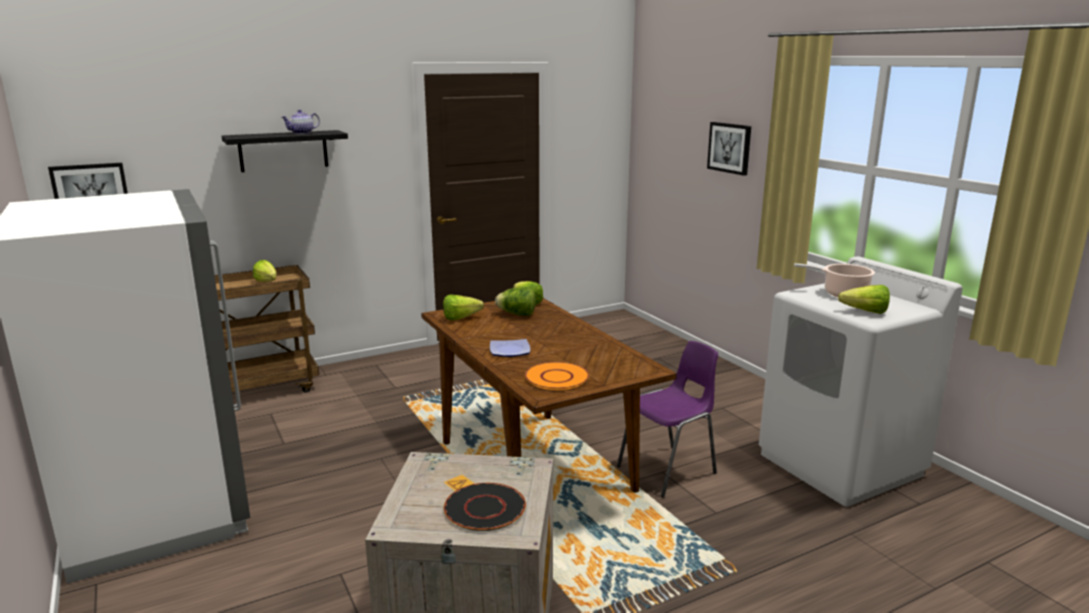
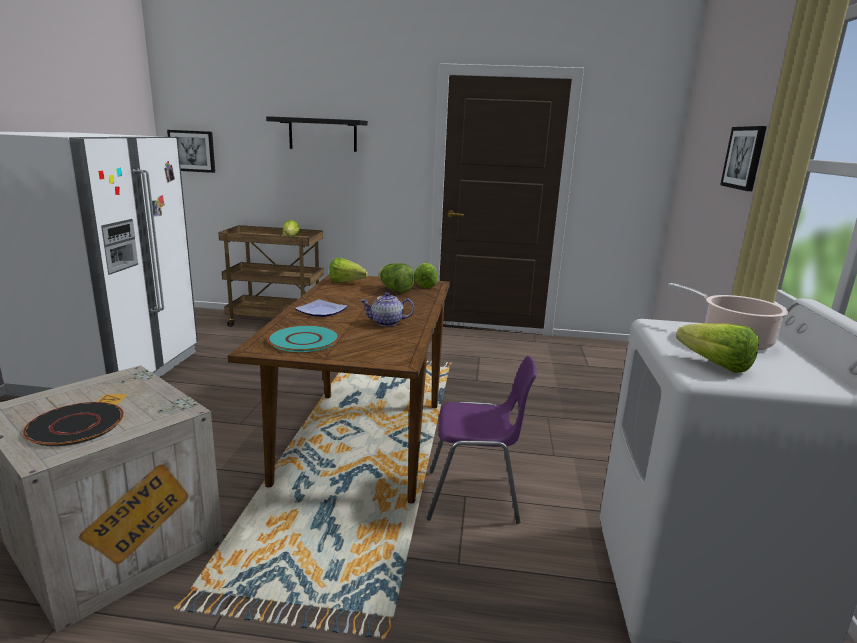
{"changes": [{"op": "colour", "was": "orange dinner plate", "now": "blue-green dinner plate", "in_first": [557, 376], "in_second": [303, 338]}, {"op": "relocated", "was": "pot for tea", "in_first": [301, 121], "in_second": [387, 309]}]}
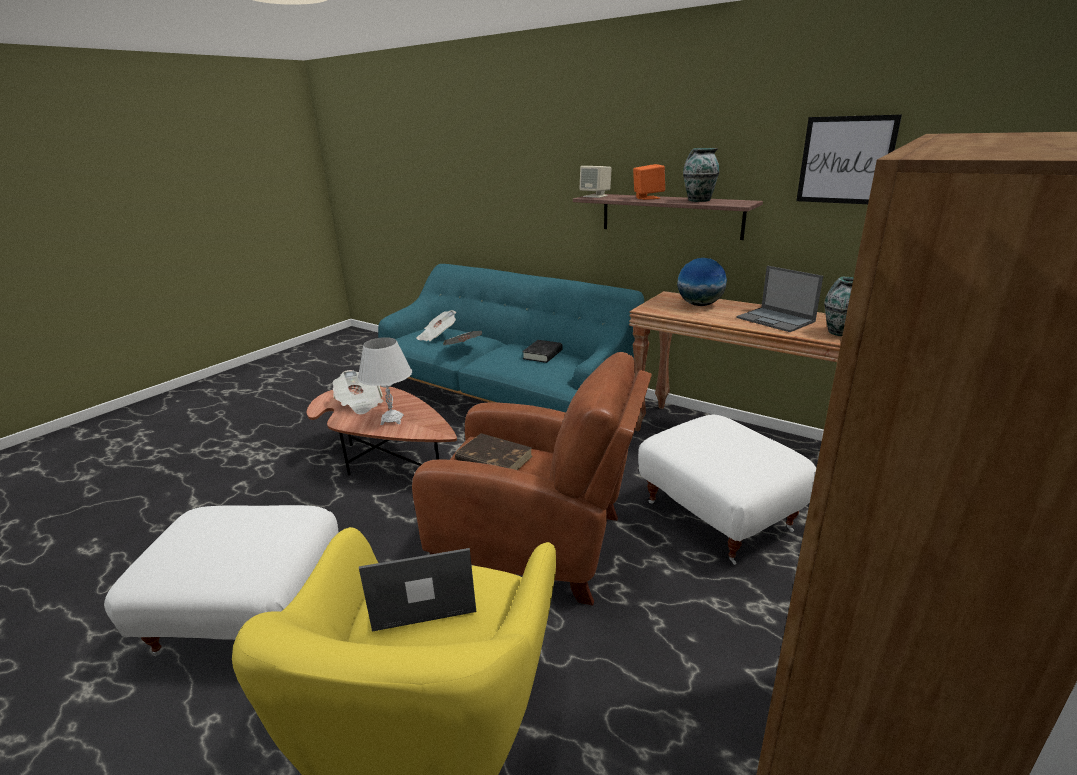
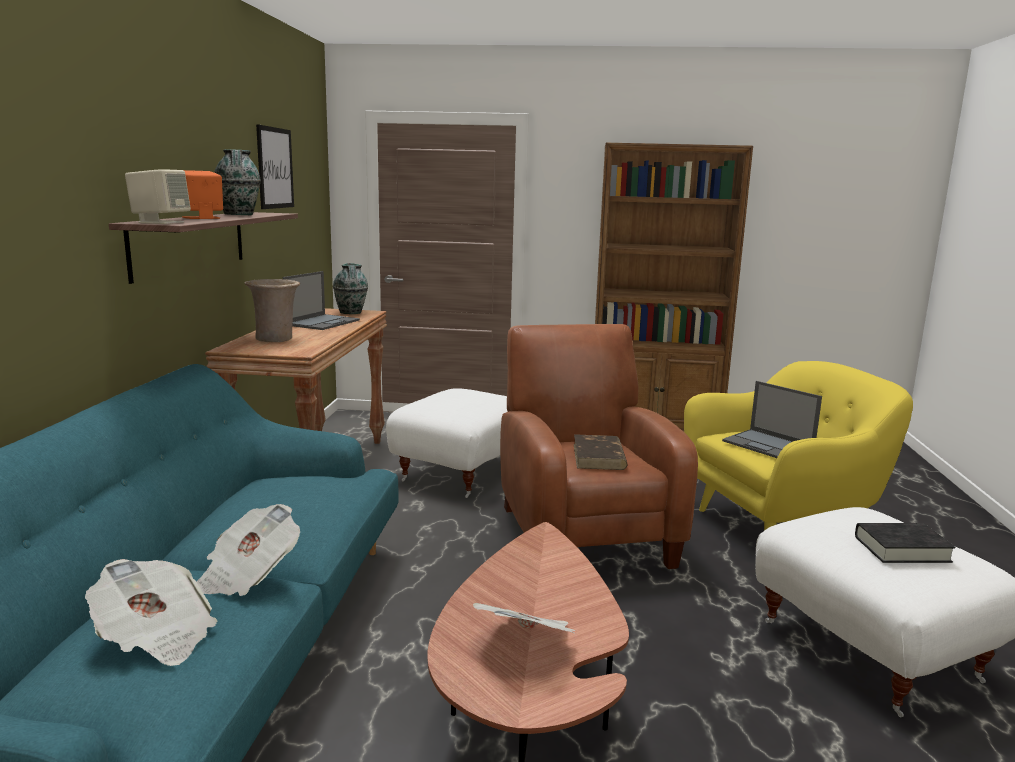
{"changes": [{"op": "exchanged", "was": "world globe", "now": "sand-coloured vase", "in_first": [702, 282], "in_second": [272, 310]}, {"op": "relocated", "was": "black-coloured volume", "in_first": [542, 351], "in_second": [905, 543]}, {"op": "missing", "was": "whitish tabletop lamp", "in_first": [385, 381]}]}
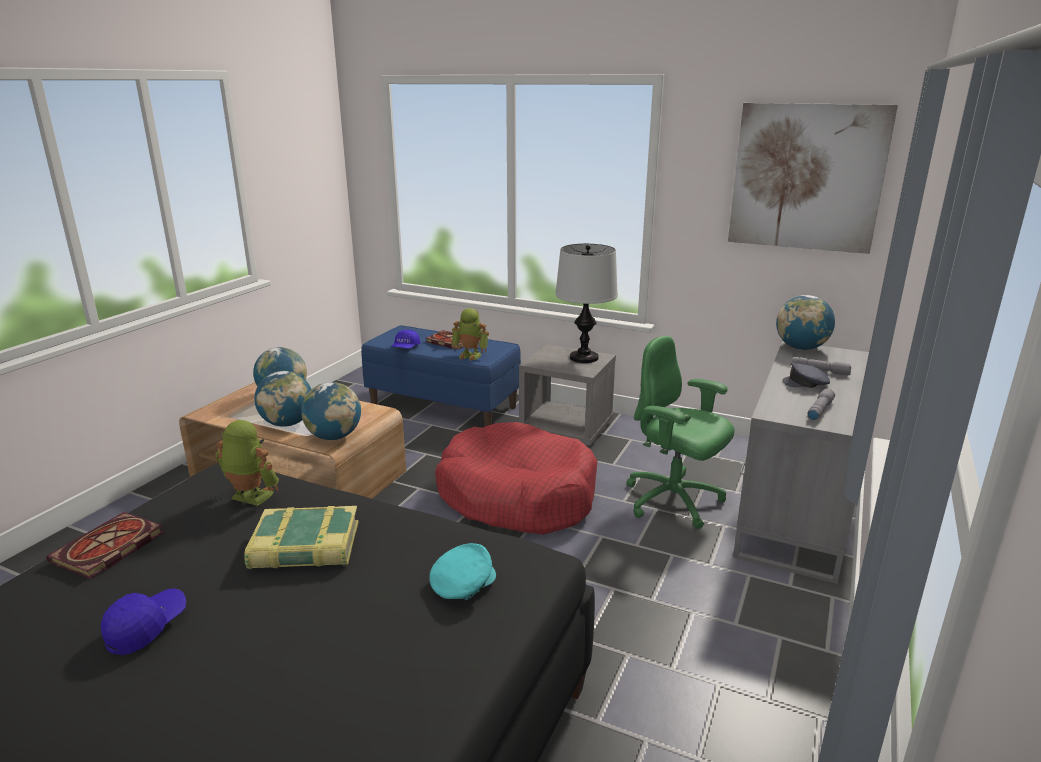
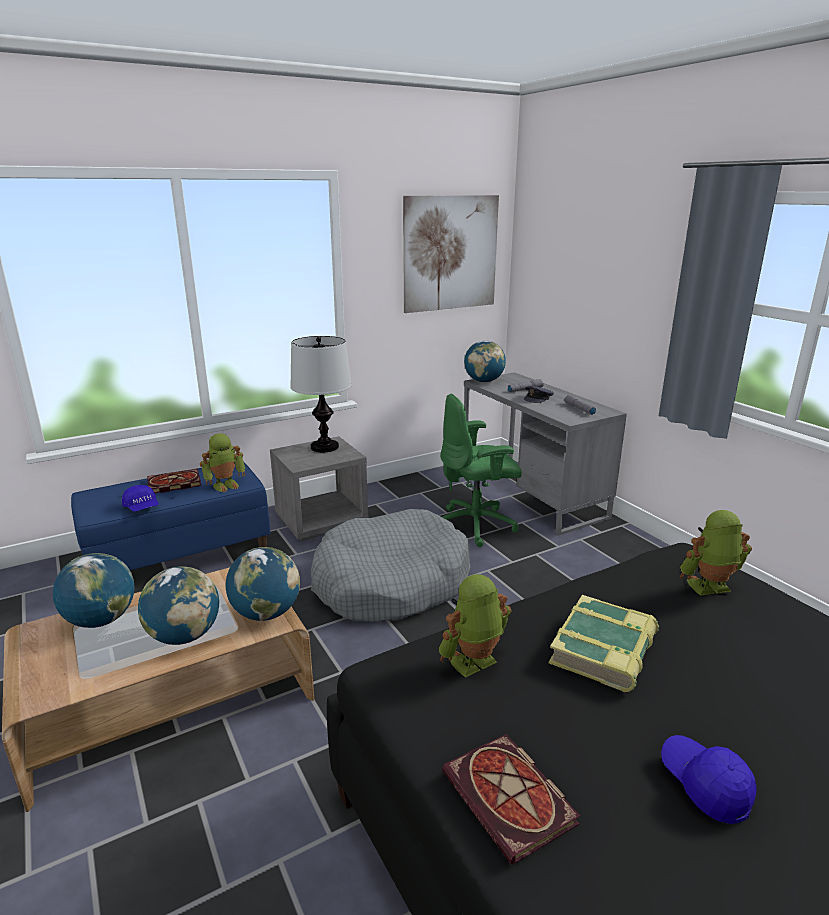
{"changes": [{"op": "colour", "was": "red-coloured dog cushion", "now": "gray dog cushion", "in_first": [516, 478], "in_second": [390, 565]}, {"op": "exchanged", "was": "blue-green peaked cap", "now": "robot figure", "in_first": [462, 571], "in_second": [716, 553]}]}
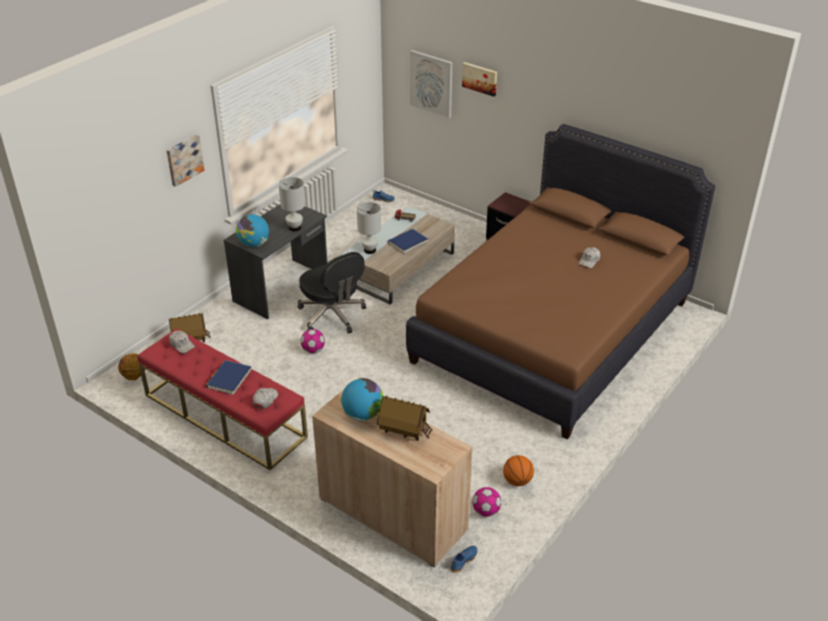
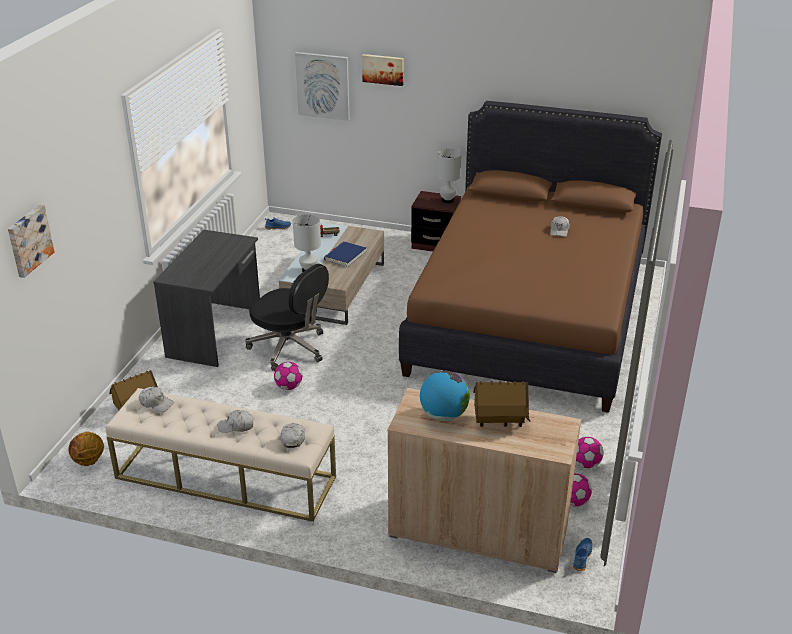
{"changes": [{"op": "relocated", "was": "wall art", "in_first": [186, 161], "in_second": [31, 241]}, {"op": "colour", "was": "red-coloured bench", "now": "sand-coloured bench", "in_first": [222, 399], "in_second": [220, 455]}, {"op": "exchanged", "was": "blue-coloured volume", "now": "whitish peaked cap", "in_first": [229, 377], "in_second": [235, 421]}, {"op": "relocated", "was": "whitish tabletop lamp", "in_first": [291, 204], "in_second": [449, 176]}, {"op": "exchanged", "was": "basketball ball", "now": "football", "in_first": [518, 470], "in_second": [590, 452]}, {"op": "missing", "was": "world globe", "in_first": [252, 230]}]}
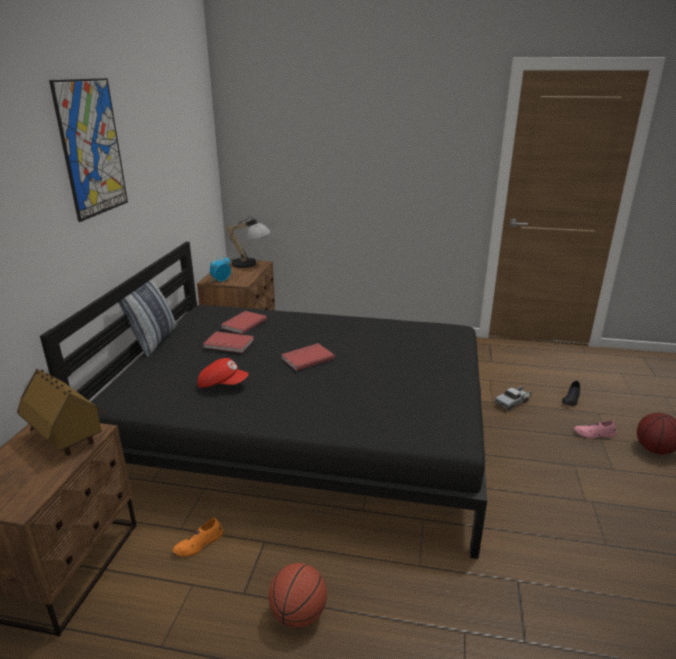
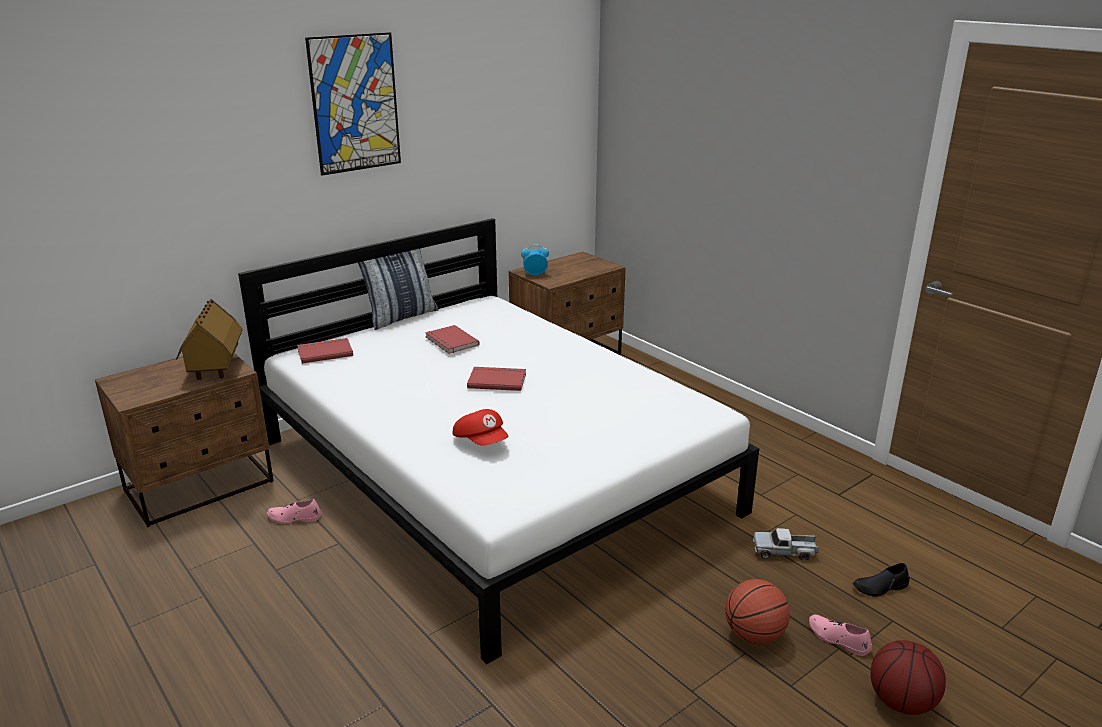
{"changes": [{"op": "colour", "was": "black-coloured bed", "now": "whitish bed", "in_first": [263, 400], "in_second": [498, 441]}, {"op": "colour", "was": "orange shoe", "now": "pink-coloured shoe", "in_first": [198, 537], "in_second": [294, 511]}, {"op": "relocated", "was": "red-coloured volume", "in_first": [244, 322], "in_second": [325, 351]}, {"op": "relocated", "was": "red-coloured peaked cap", "in_first": [222, 373], "in_second": [481, 427]}, {"op": "relocated", "was": "basketball ball", "in_first": [297, 595], "in_second": [757, 611]}, {"op": "missing", "was": "tabletop lamp", "in_first": [248, 242]}]}
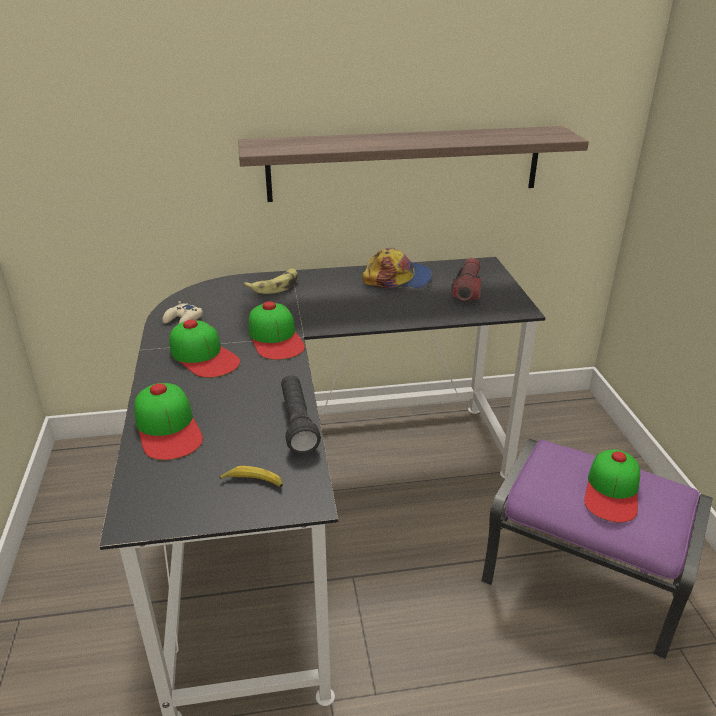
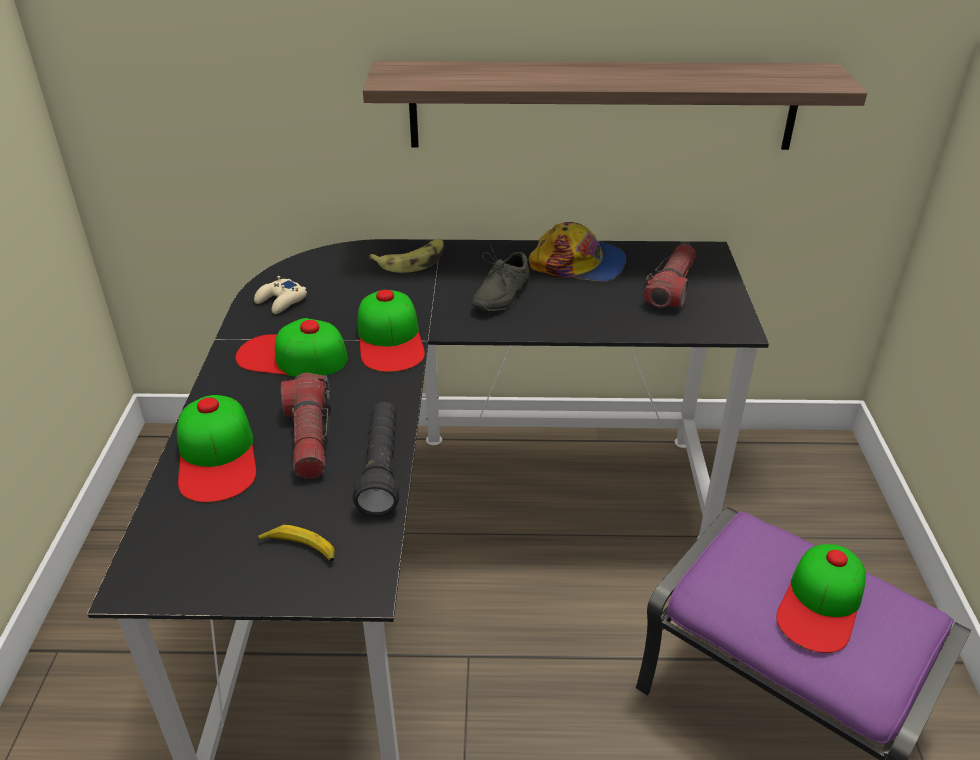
{"changes": [{"op": "spun", "was": "peaked cap", "in_first": [204, 349], "in_second": [292, 347], "clockwise": 135}, {"op": "appeared", "now": "hand torch", "in_second": [306, 426]}, {"op": "appeared", "now": "gray shoe", "in_second": [501, 277]}]}
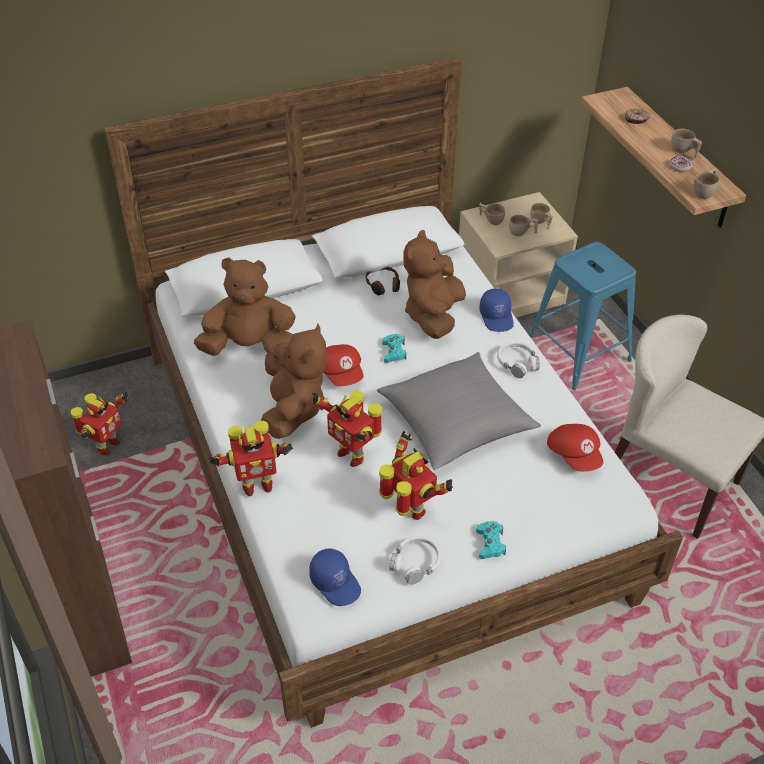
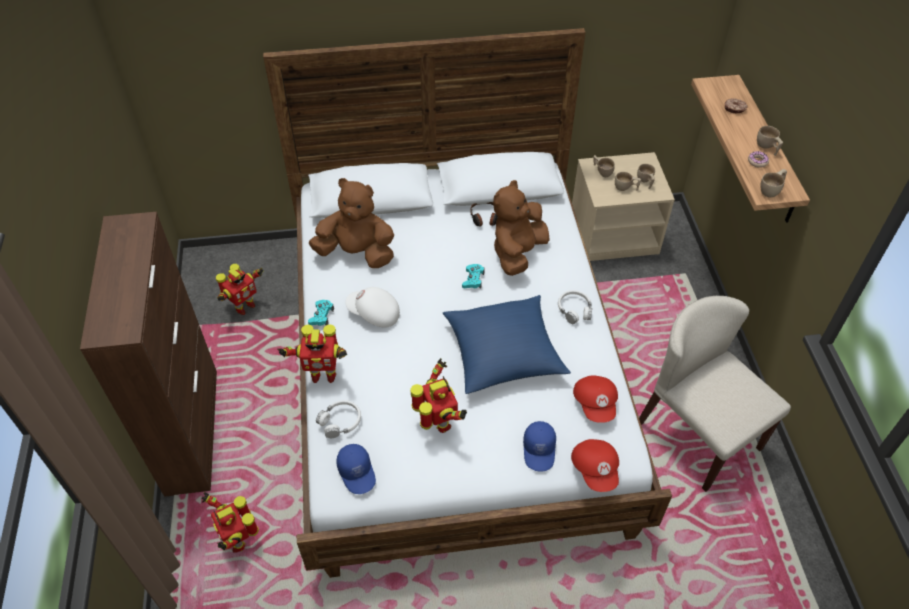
{"changes": [{"op": "relocated", "was": "robot figure", "in_first": [347, 428], "in_second": [230, 522]}, {"op": "relocated", "was": "blue-green gamepad", "in_first": [491, 540], "in_second": [321, 313]}, {"op": "relocated", "was": "whitish headset", "in_first": [415, 560], "in_second": [338, 419]}, {"op": "exchanged", "was": "brown-coloured soft toy", "now": "whitish peaked cap", "in_first": [294, 381], "in_second": [372, 307]}, {"op": "colour", "was": "gray throw pillow", "now": "blue-coloured throw pillow", "in_first": [459, 411], "in_second": [507, 344]}, {"op": "relocated", "was": "blue-coloured peaked cap", "in_first": [496, 310], "in_second": [539, 446]}, {"op": "relocated", "was": "red-coloured peaked cap", "in_first": [343, 365], "in_second": [595, 465]}, {"op": "missing", "was": "blue-coloured sitting stool", "in_first": [582, 316]}]}
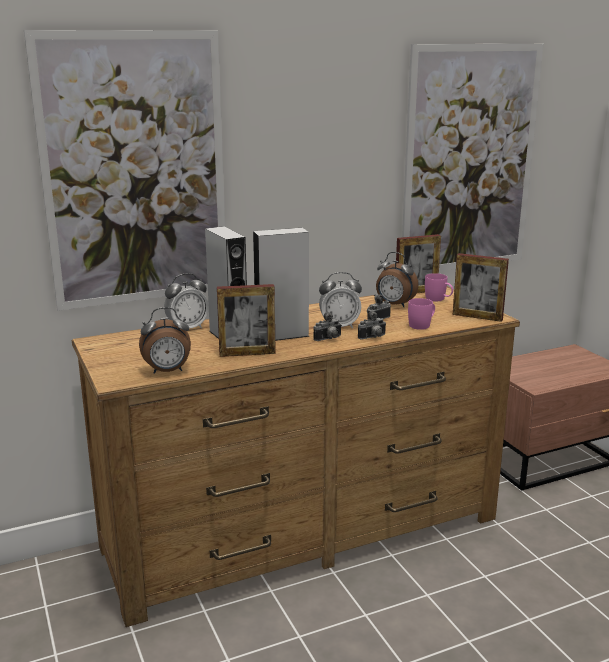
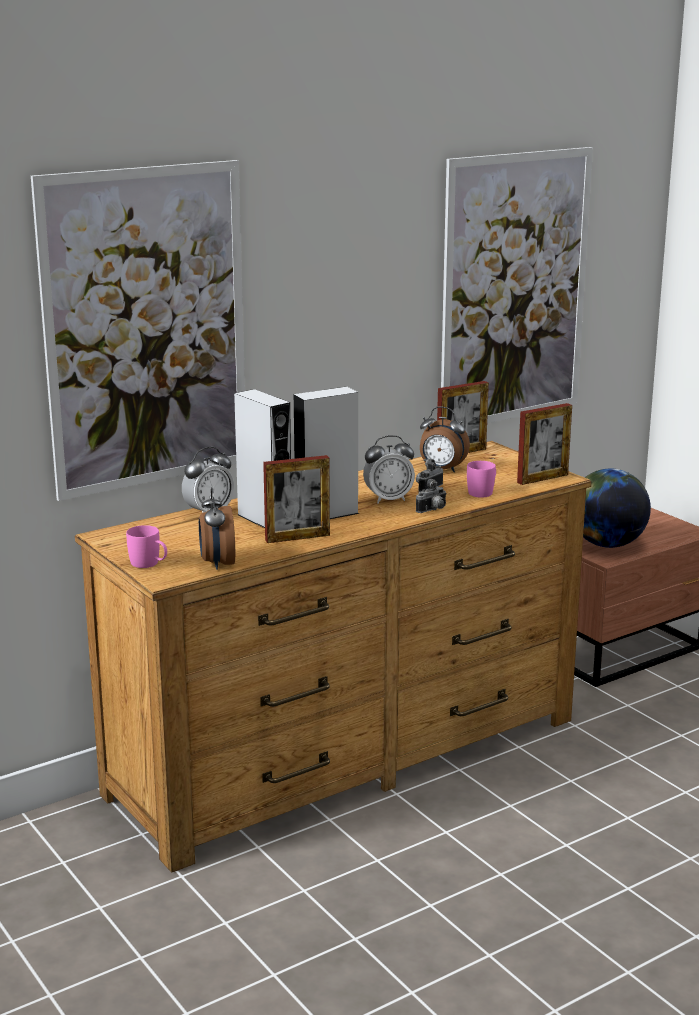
{"changes": [{"op": "relocated", "was": "pink-coloured tea mug", "in_first": [439, 287], "in_second": [146, 546]}, {"op": "spun", "was": "table clock", "in_first": [165, 340], "in_second": [217, 528], "clockwise": 105}, {"op": "spun", "was": "photo frame", "in_first": [481, 287], "in_second": [544, 444], "clockwise": -45}, {"op": "appeared", "now": "world globe", "in_second": [617, 508]}, {"op": "missing", "was": "still camera", "in_first": [327, 326]}]}
